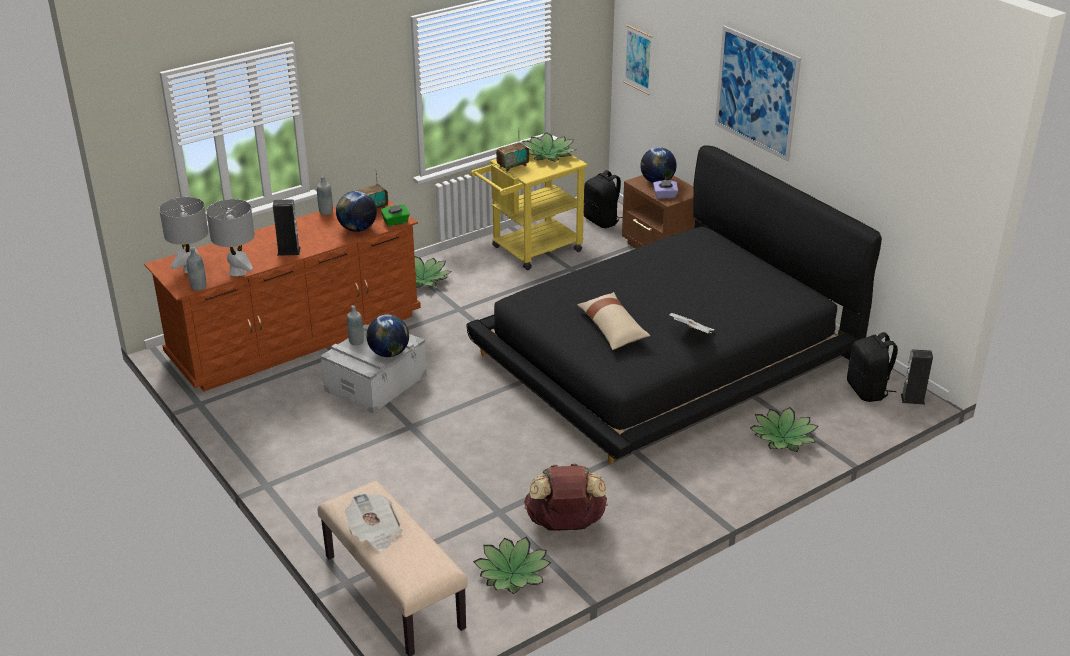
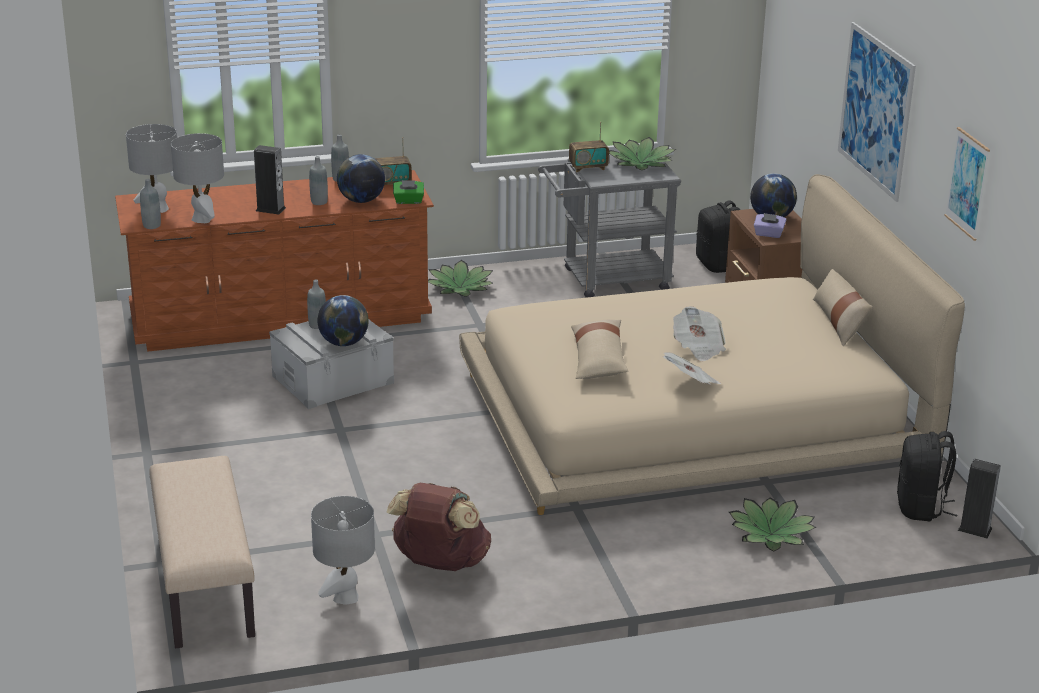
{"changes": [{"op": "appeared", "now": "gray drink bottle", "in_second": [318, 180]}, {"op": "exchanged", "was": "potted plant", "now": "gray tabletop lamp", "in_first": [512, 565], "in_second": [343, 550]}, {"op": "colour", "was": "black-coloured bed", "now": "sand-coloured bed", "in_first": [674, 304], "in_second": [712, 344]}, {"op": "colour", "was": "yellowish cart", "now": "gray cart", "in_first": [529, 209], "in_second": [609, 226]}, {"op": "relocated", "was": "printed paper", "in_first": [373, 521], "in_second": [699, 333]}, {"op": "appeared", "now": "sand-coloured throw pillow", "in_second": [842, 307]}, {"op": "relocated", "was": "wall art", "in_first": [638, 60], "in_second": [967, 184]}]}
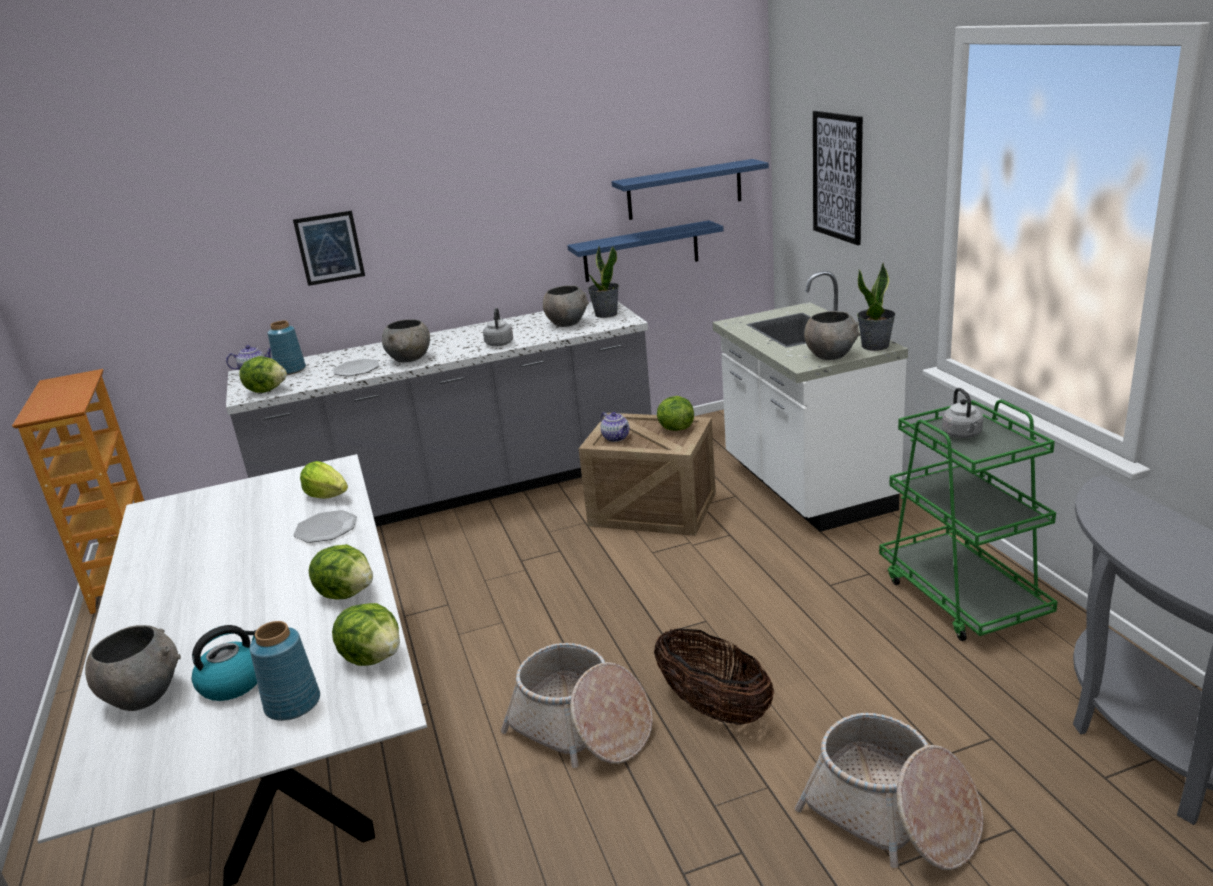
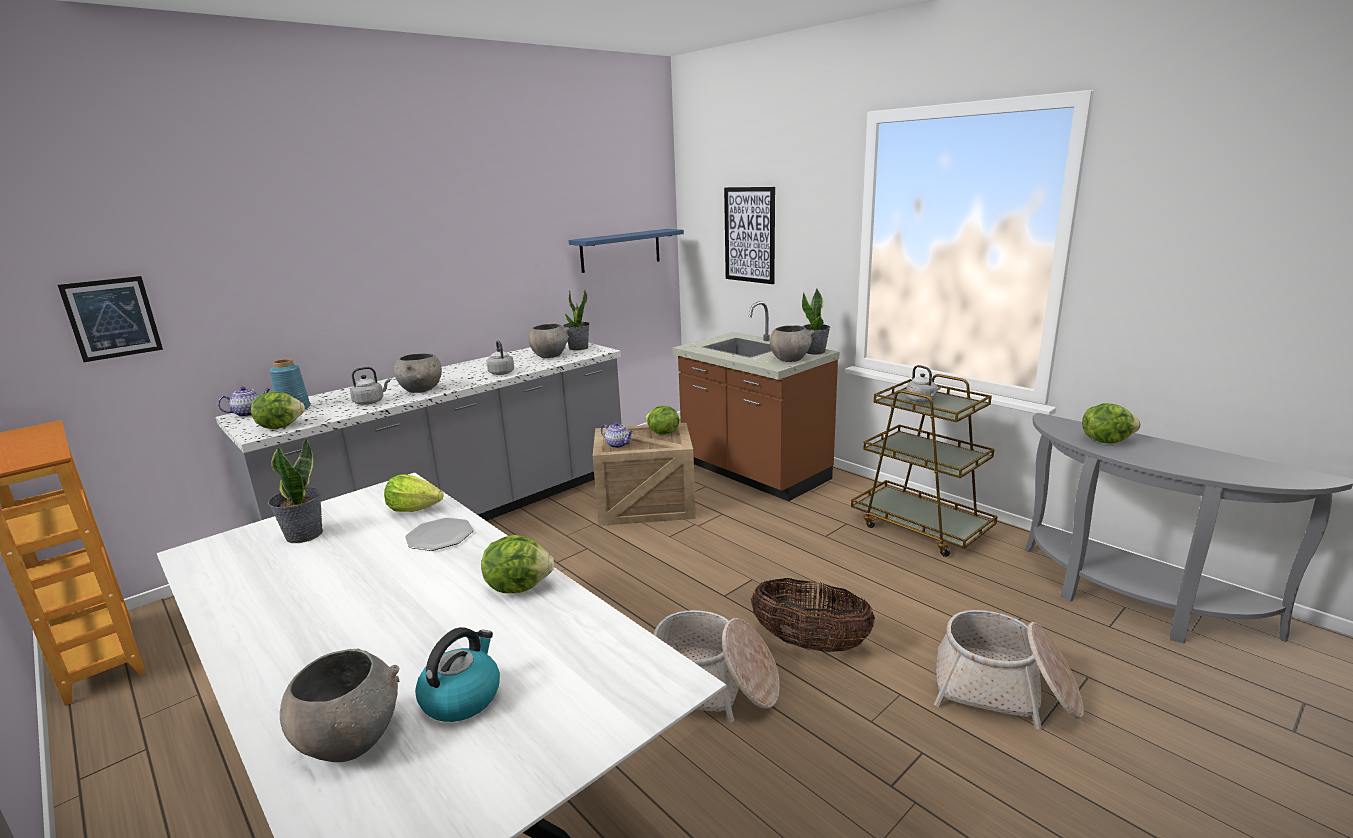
{"changes": [{"op": "relocated", "was": "wall art", "in_first": [329, 248], "in_second": [110, 319]}, {"op": "appeared", "now": "potted plant", "in_second": [295, 490]}, {"op": "exchanged", "was": "dinner plate", "now": "gray kettle", "in_first": [356, 367], "in_second": [370, 386]}, {"op": "colour", "was": "whitish kitchen counter", "now": "brown-coloured kitchen counter", "in_first": [810, 401], "in_second": [756, 401]}, {"op": "colour", "was": "green-coloured cart", "now": "brown-coloured cart", "in_first": [968, 520], "in_second": [924, 465]}, {"op": "relocated", "was": "head of lettuce", "in_first": [366, 634], "in_second": [1111, 423]}, {"op": "missing", "was": "blue-coloured vase", "in_first": [285, 671]}, {"op": "missing", "was": "blue-coloured wall shelf", "in_first": [645, 251]}]}
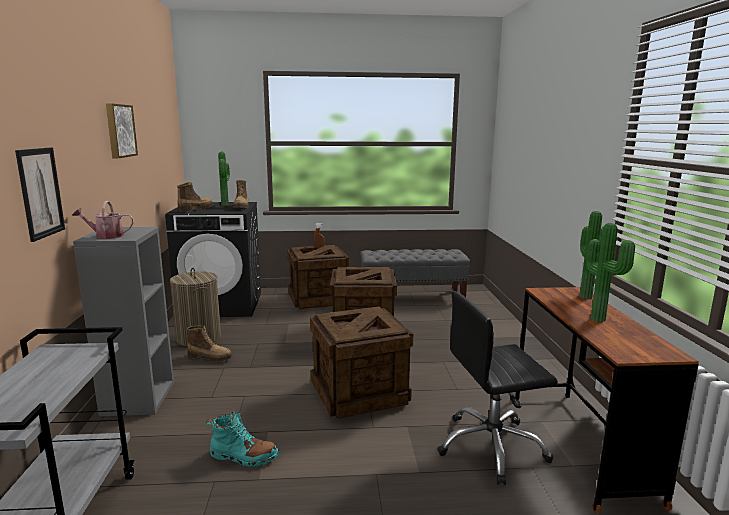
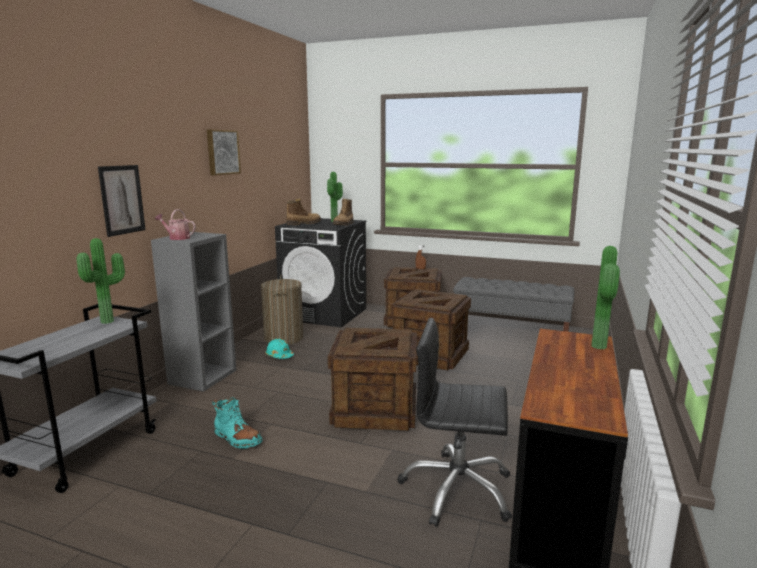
{"changes": [{"op": "relocated", "was": "potted plant", "in_first": [610, 272], "in_second": [101, 281]}, {"op": "exchanged", "was": "tall boot", "now": "blue-green hard hat", "in_first": [210, 343], "in_second": [279, 349]}]}
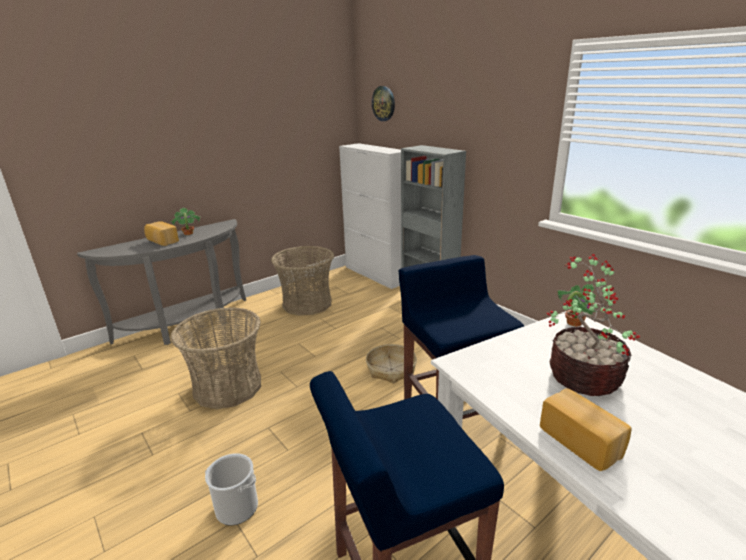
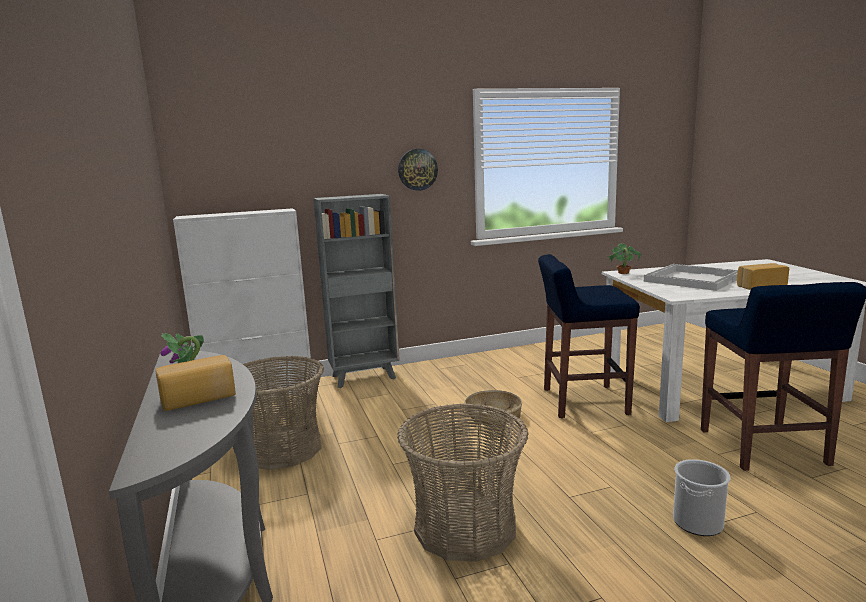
{"changes": [{"op": "relocated", "was": "clock on the wall", "in_first": [383, 103], "in_second": [418, 170]}, {"op": "exchanged", "was": "potted plant", "now": "whitish serving tray", "in_first": [593, 325], "in_second": [691, 277]}]}
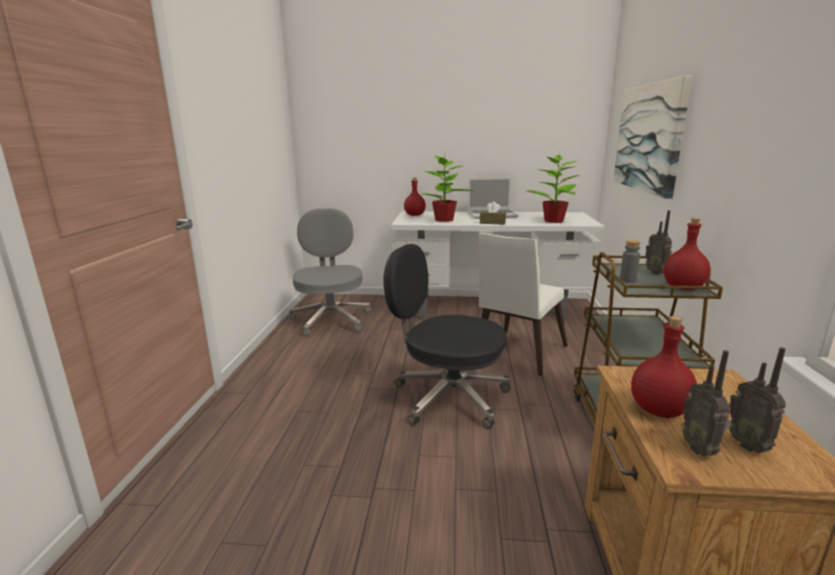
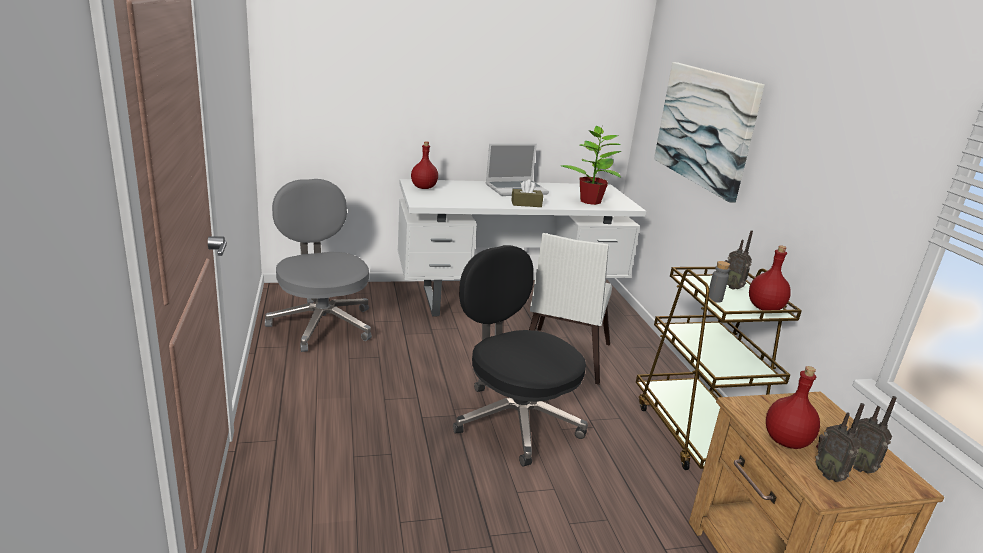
{"changes": [{"op": "spun", "was": "black-coloured computer chair", "in_first": [446, 336], "in_second": [520, 356], "clockwise": 45}, {"op": "missing", "was": "potted plant", "in_first": [447, 189]}]}
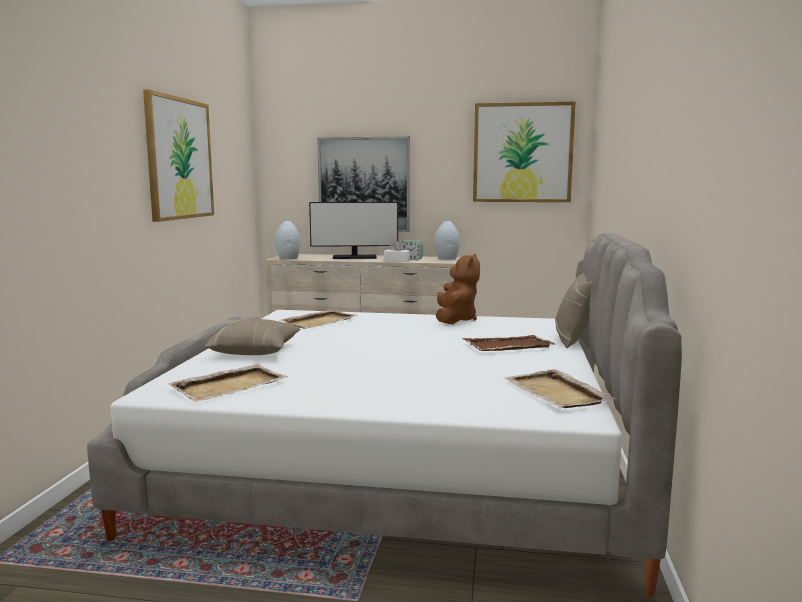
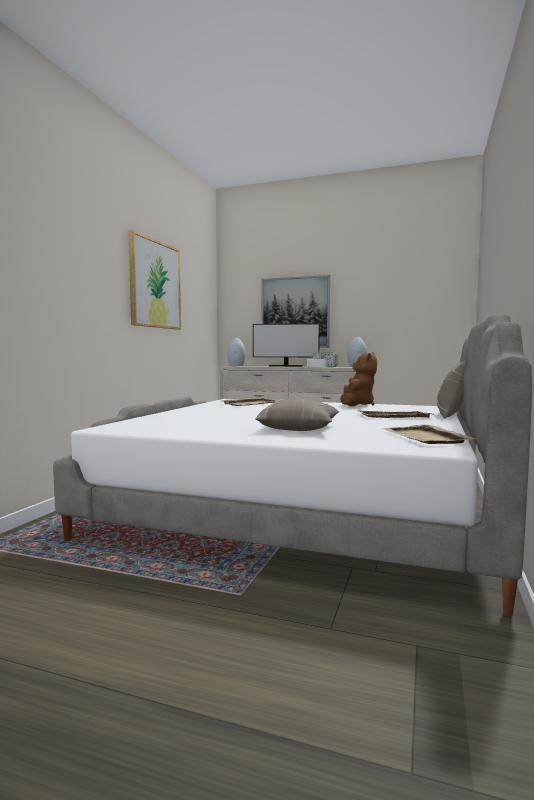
{"changes": [{"op": "relocated", "was": "sand-coloured throw pillow", "in_first": [253, 337], "in_second": [297, 415]}, {"op": "missing", "was": "sand-coloured serving tray", "in_first": [228, 383]}, {"op": "missing", "was": "wall art", "in_first": [524, 151]}]}
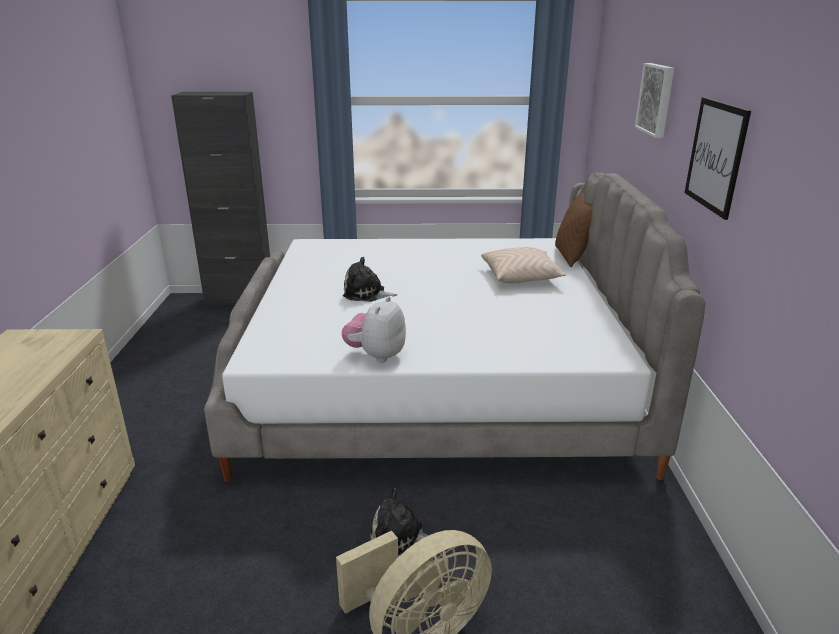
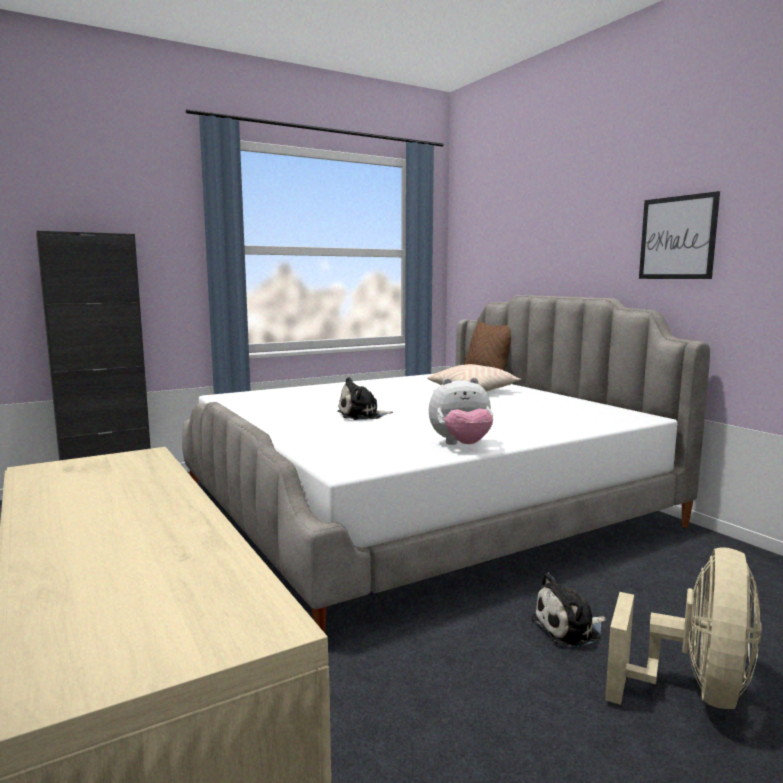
{"changes": [{"op": "spun", "was": "soft toy", "in_first": [373, 329], "in_second": [461, 411], "clockwise": -90}, {"op": "missing", "was": "wall art", "in_first": [654, 100]}]}
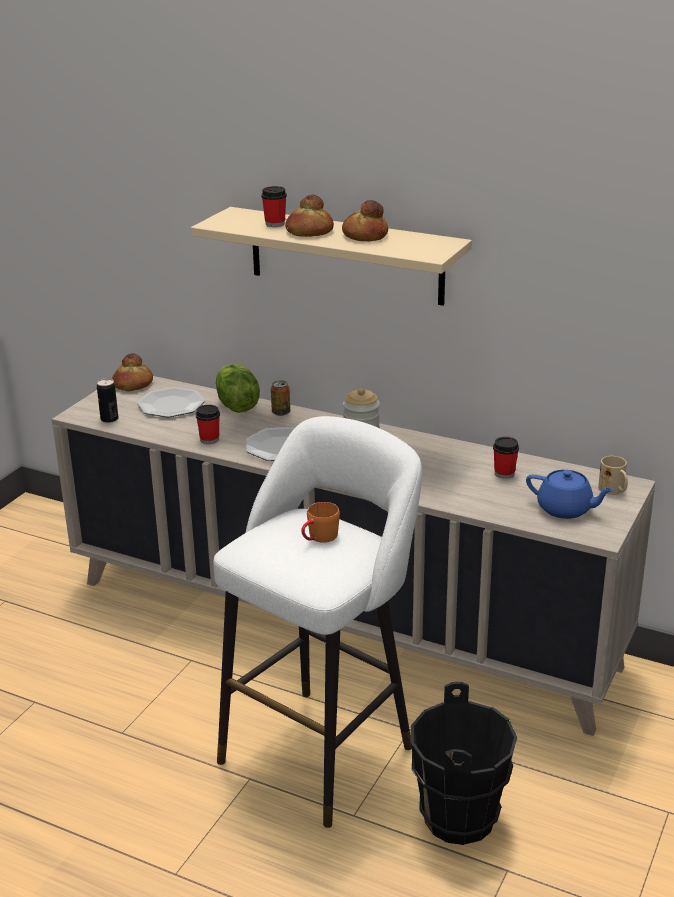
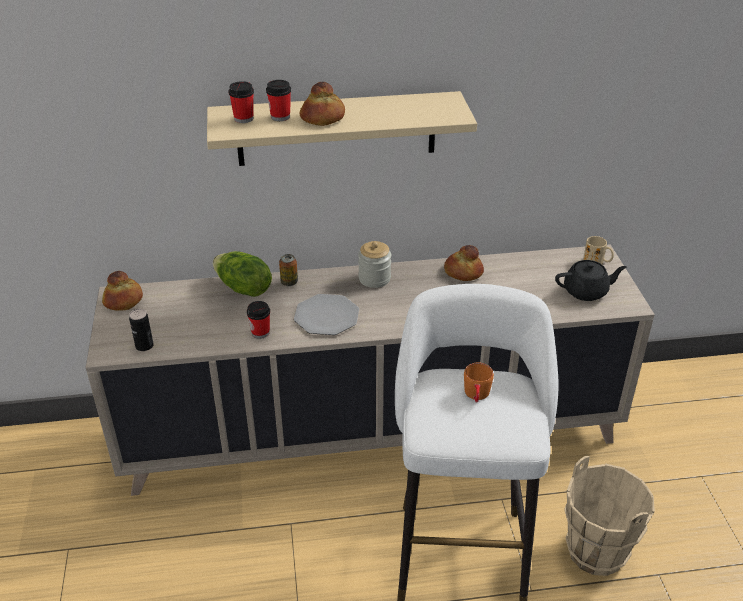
{"changes": [{"op": "relocated", "was": "drinking cup", "in_first": [506, 458], "in_second": [241, 102]}, {"op": "relocated", "was": "bread", "in_first": [365, 220], "in_second": [464, 263]}, {"op": "colour", "was": "blue-coloured pot for tea", "now": "black-coloured pot for tea", "in_first": [570, 494], "in_second": [591, 280]}, {"op": "colour", "was": "black-coloured bucket", "now": "sand-coloured bucket", "in_first": [463, 763], "in_second": [609, 516]}, {"op": "missing", "was": "dinner plate", "in_first": [171, 402]}]}
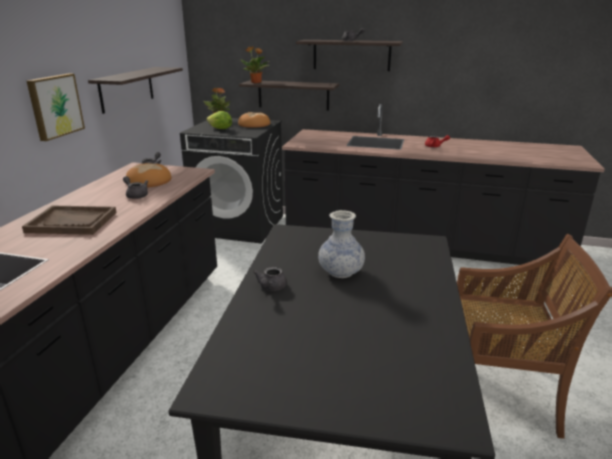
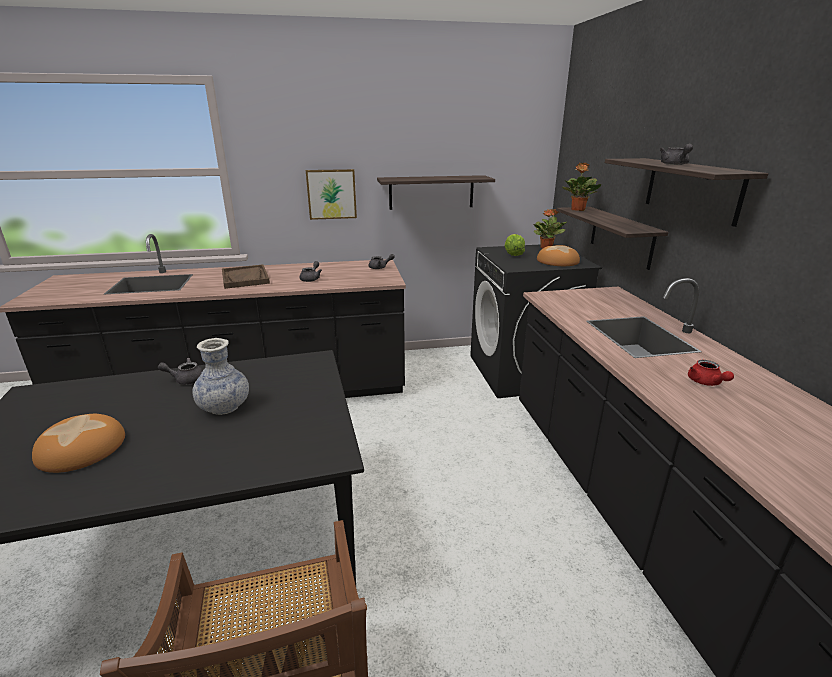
{"changes": [{"op": "relocated", "was": "bread", "in_first": [148, 175], "in_second": [78, 443]}]}
